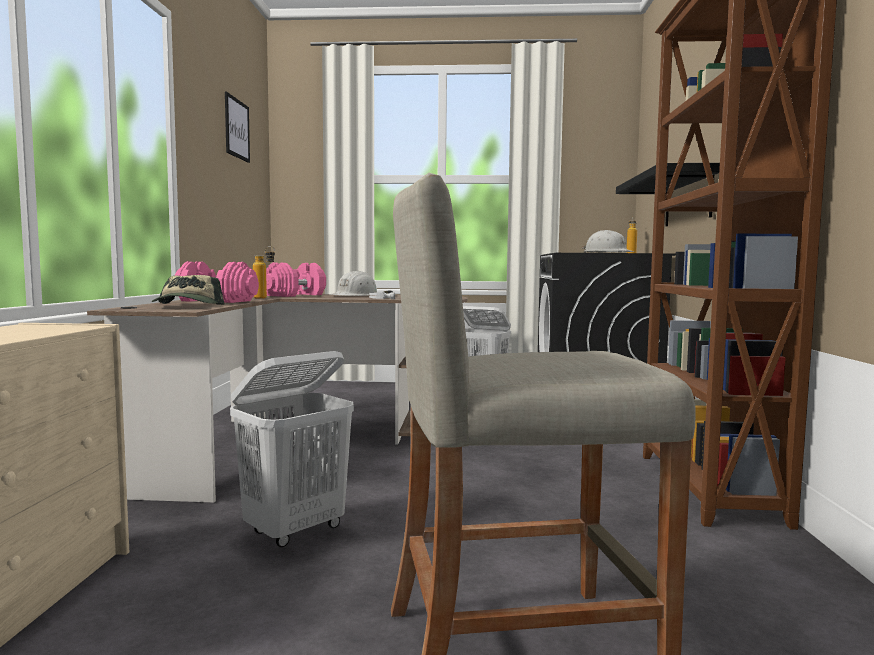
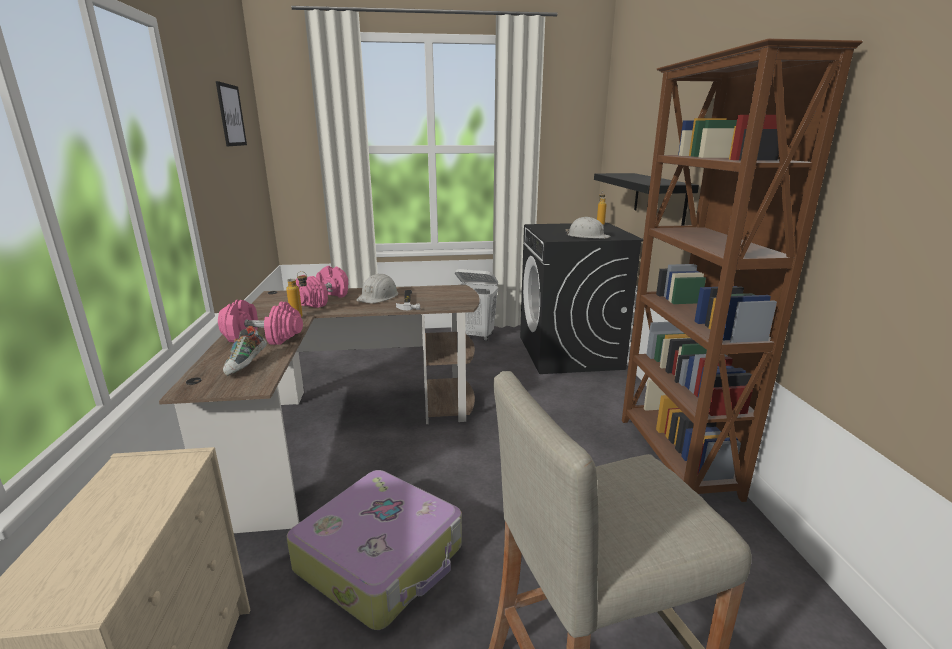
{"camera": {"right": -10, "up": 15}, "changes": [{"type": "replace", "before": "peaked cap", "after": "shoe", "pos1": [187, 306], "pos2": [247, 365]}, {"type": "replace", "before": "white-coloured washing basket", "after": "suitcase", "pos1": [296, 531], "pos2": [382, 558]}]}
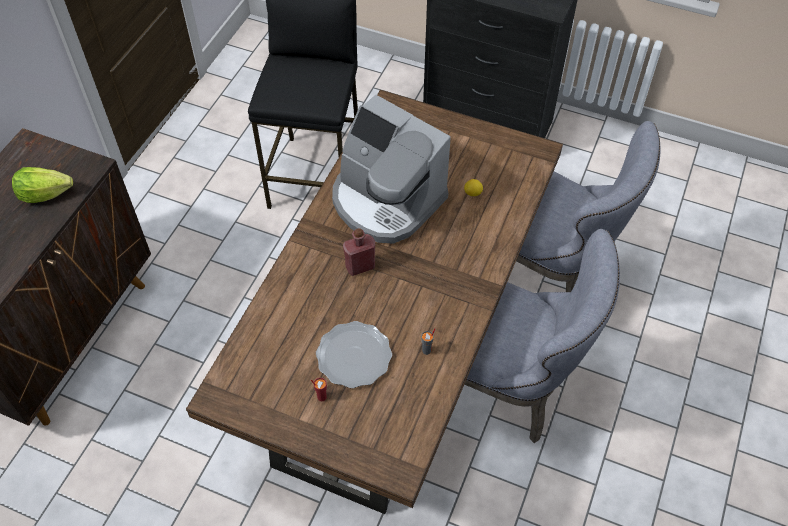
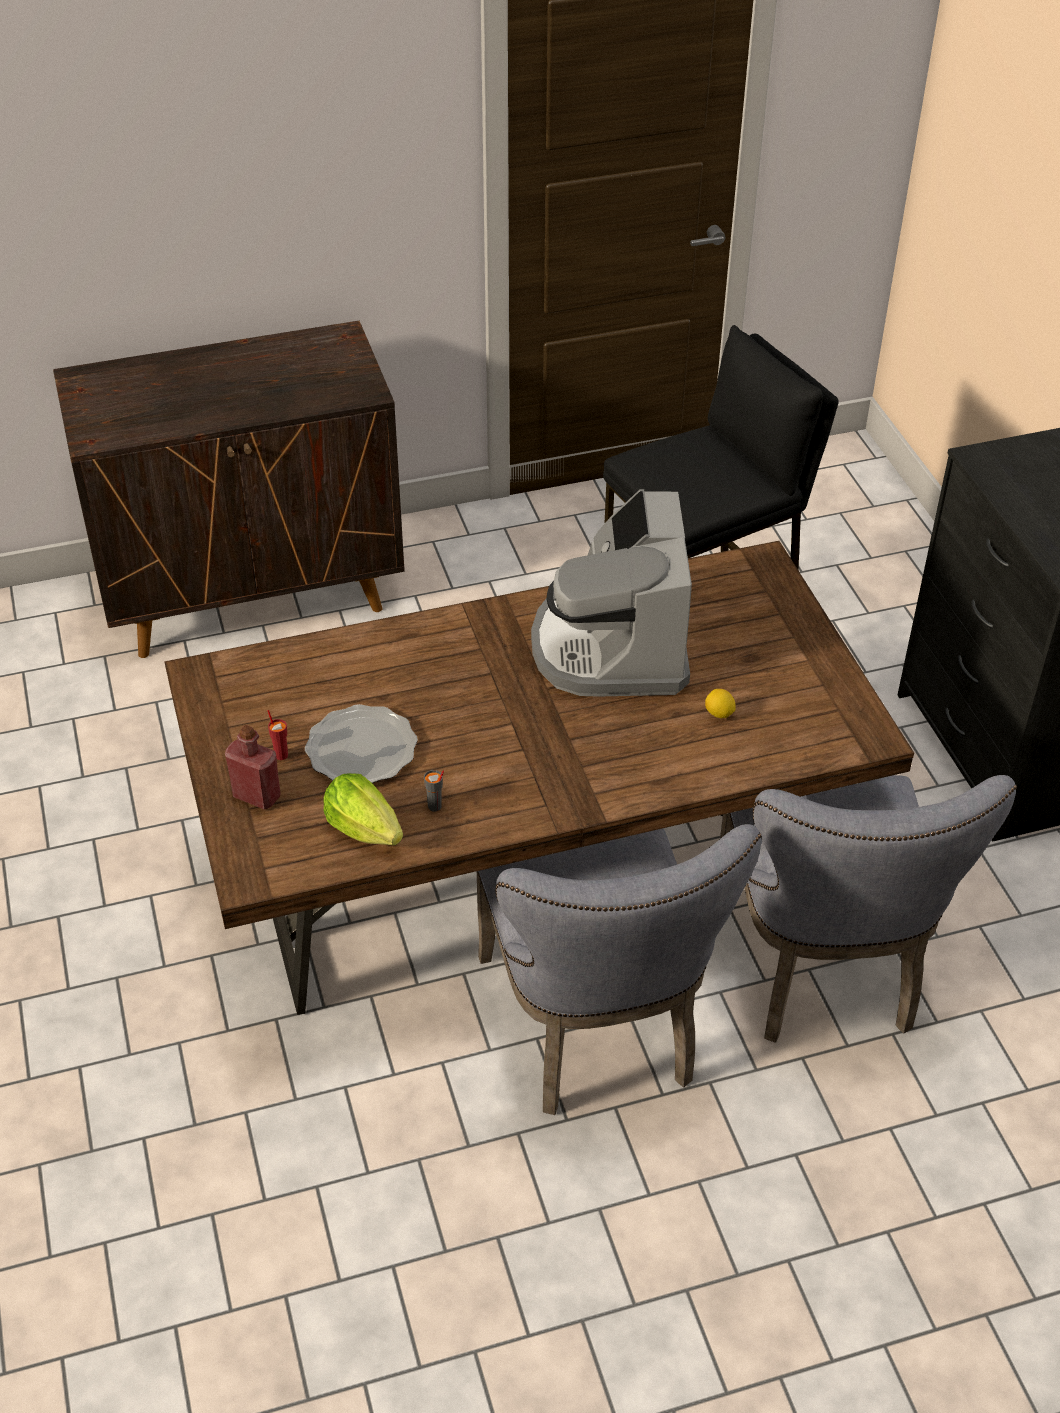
{"camera": {"right": 50, "up": -10}, "changes": [{"type": "move", "before": "lettuce", "pos1": [44, 194], "pos2": [363, 828]}, {"type": "move", "before": "red-coloured drink bottle", "pos1": [360, 266], "pos2": [257, 796]}]}
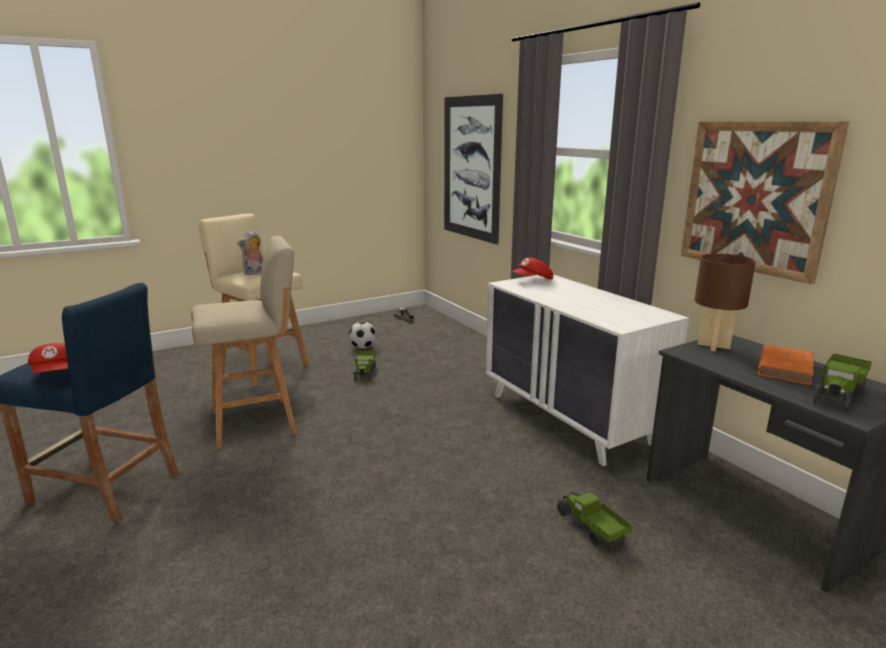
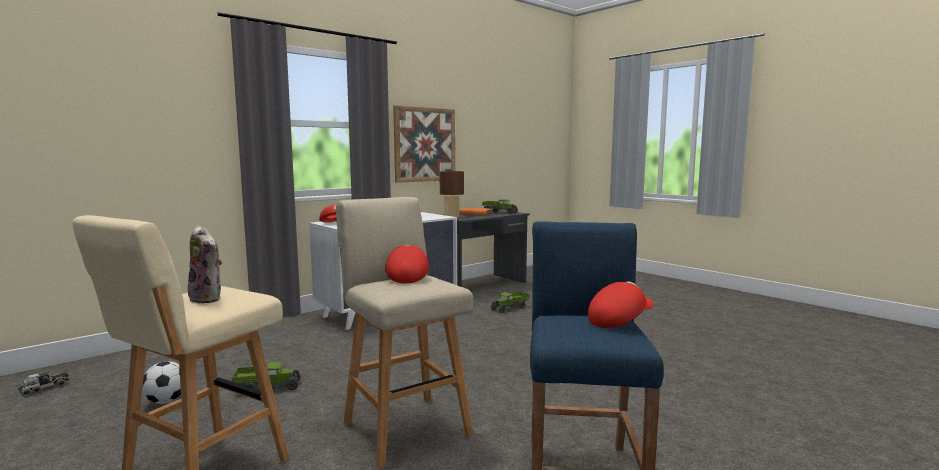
{"camera": {"right": -100, "up": -10}, "changes": [{"type": "delete", "before": "picture", "pos1": [471, 168]}, {"type": "insert", "after": "red-coloured peaked cap", "pos2": [406, 277]}]}
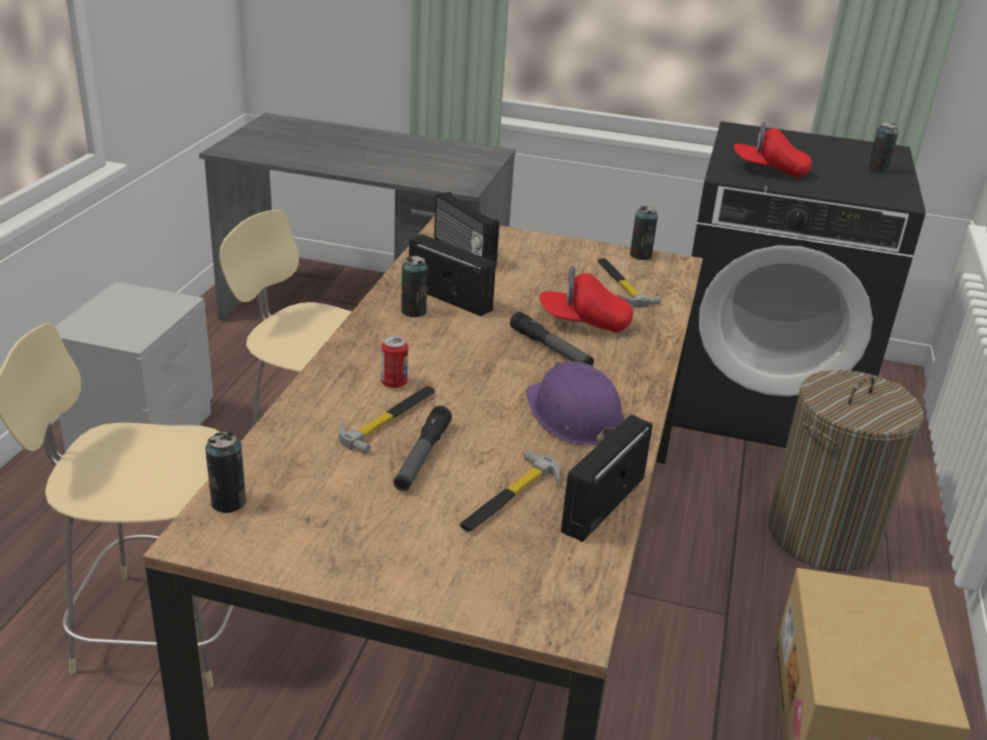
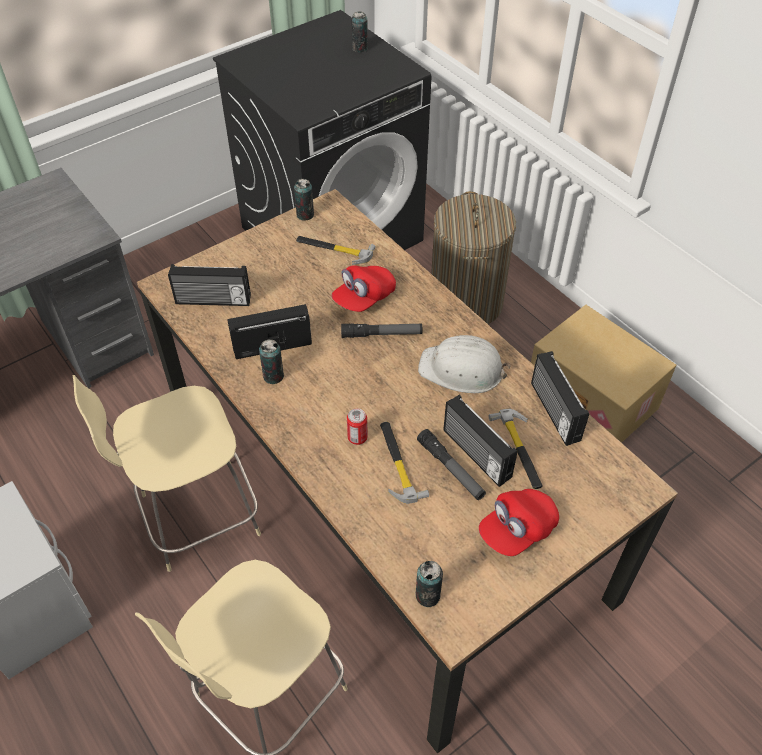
{"camera": {"right": -50, "up": 20}, "changes": [{"type": "move", "before": "red-coloured peaked cap", "pos1": [769, 170], "pos2": [517, 530]}, {"type": "recolor", "before": "purplish hard hat", "after": "white-coloured hard hat", "pos1": [574, 415], "pos2": [462, 370]}, {"type": "insert", "after": "radio receiver", "pos2": [475, 454]}]}
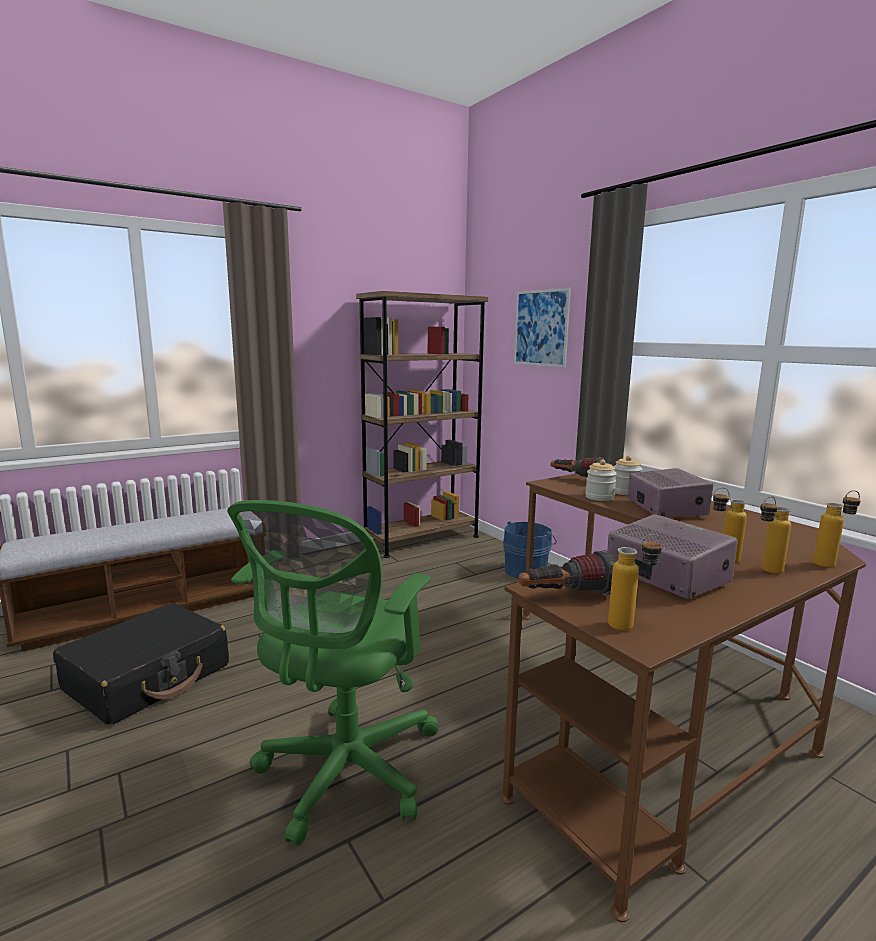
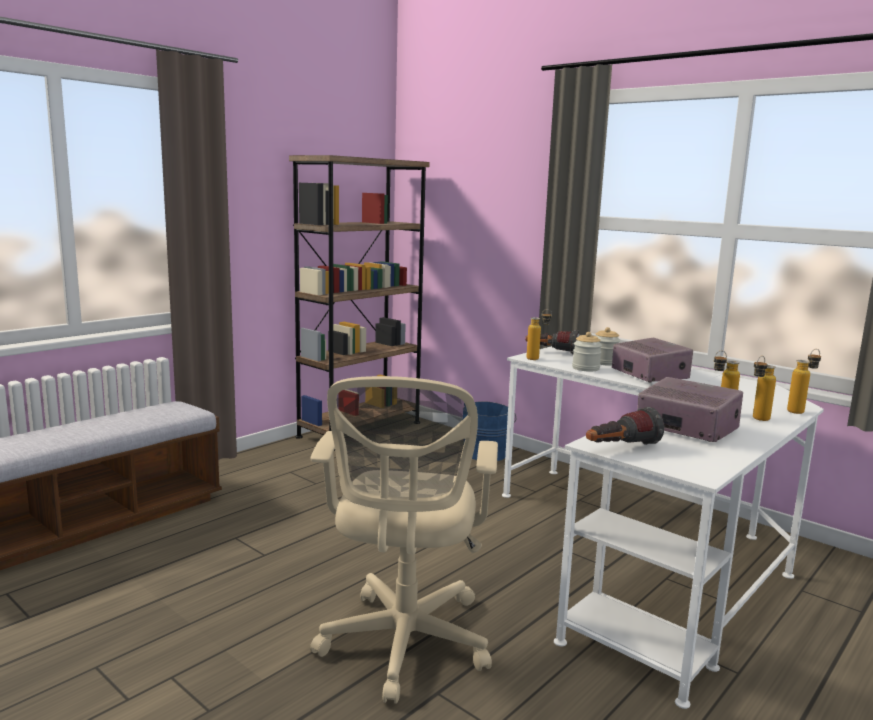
{"camera": {"right": -15, "up": 0}, "changes": [{"type": "delete", "before": "picture", "pos1": [541, 328]}, {"type": "recolor", "before": "brown desk", "after": "white-coloured desk", "pos1": [651, 703], "pos2": [648, 555]}, {"type": "recolor", "before": "green office chair", "after": "beige office chair", "pos1": [343, 774], "pos2": [404, 646]}, {"type": "move", "before": "drink bottle", "pos1": [630, 626], "pos2": [537, 359]}, {"type": "delete", "before": "black-coloured suitcase", "pos1": [148, 677]}]}
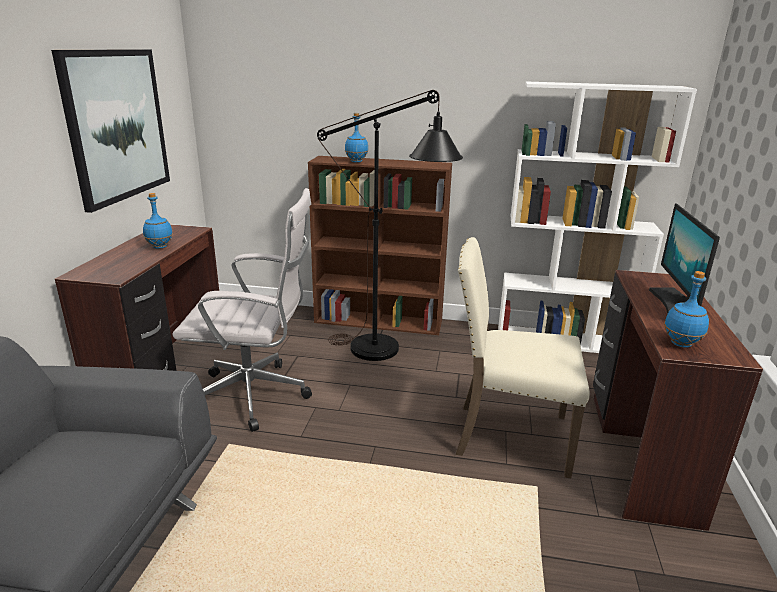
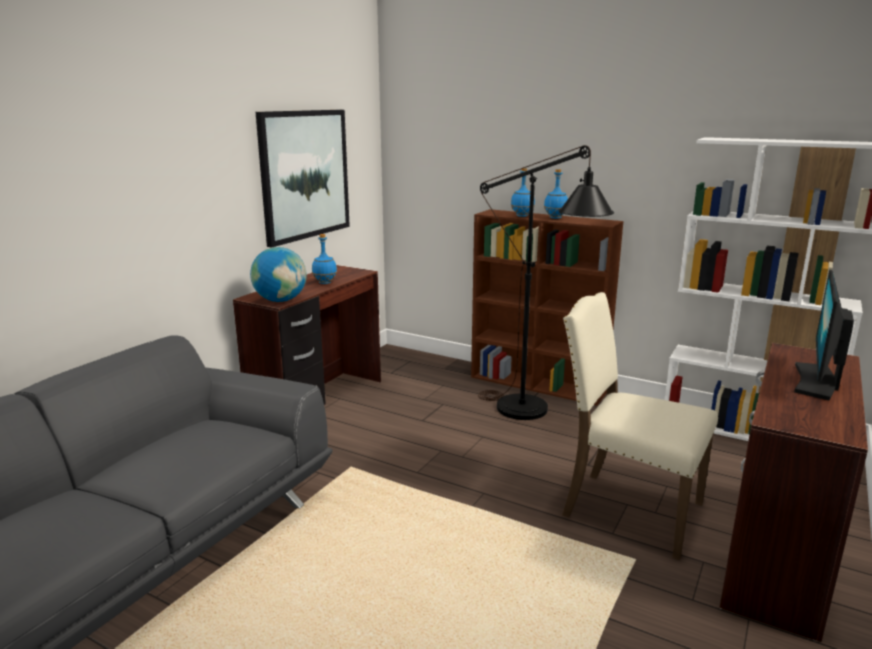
{"camera": {"right": 20, "up": -5}, "changes": [{"type": "delete", "before": "white-coloured office chair", "pos1": [256, 395]}, {"type": "move", "before": "blue-coloured drink bottle", "pos1": [681, 344], "pos2": [555, 218]}, {"type": "insert", "after": "globe", "pos2": [280, 300]}]}
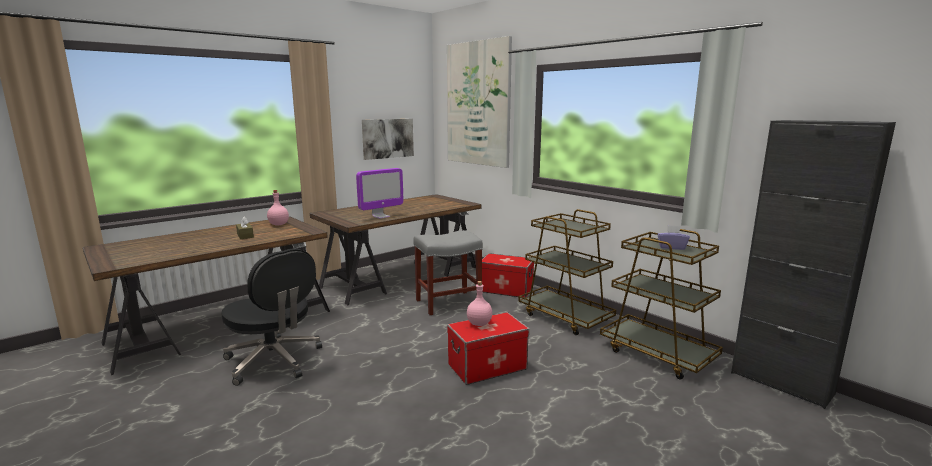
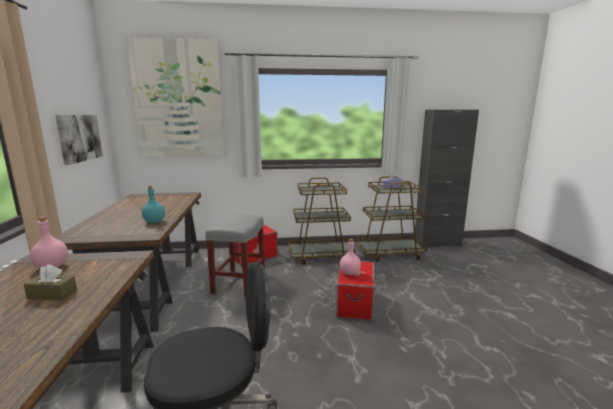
{"camera": {"right": -55, "up": 0}, "changes": [{"type": "replace", "before": "computer screen", "after": "blue-green drink bottle", "pos1": [381, 216], "pos2": [154, 222]}]}
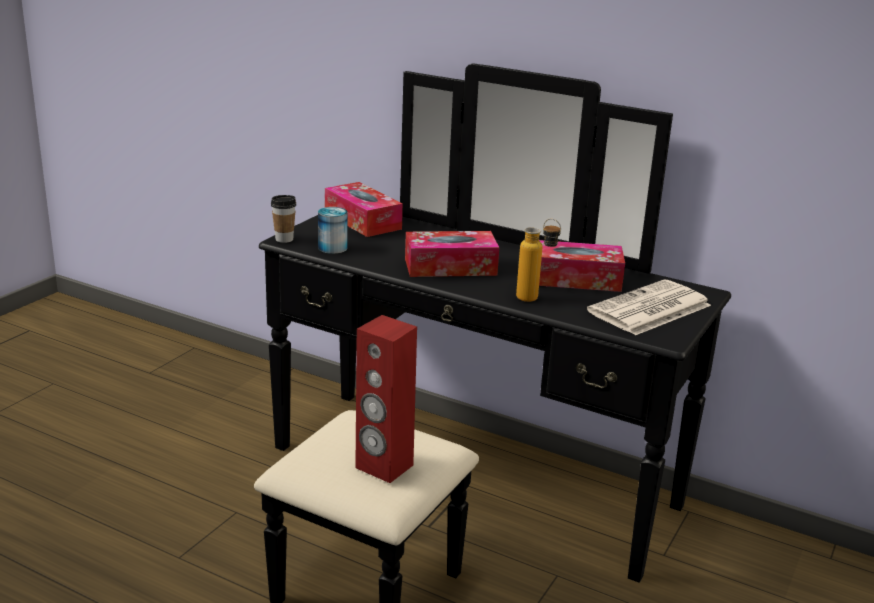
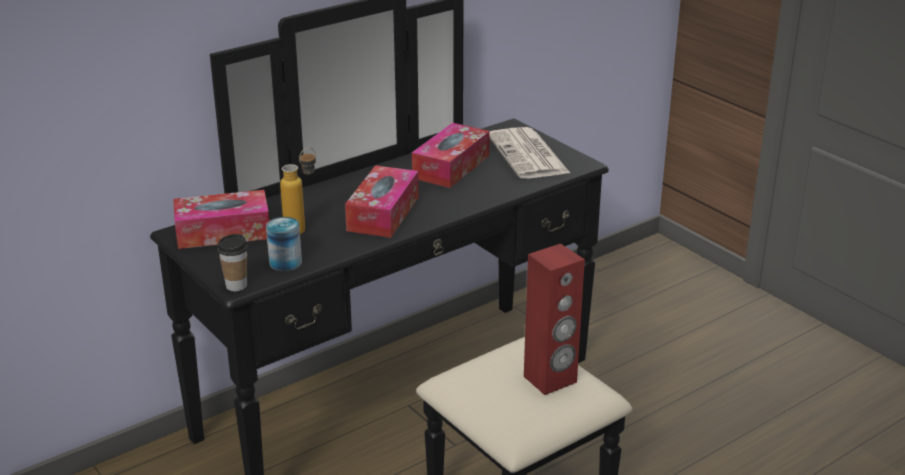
{"camera": {"right": -65, "up": 5}, "changes": [{"type": "move", "before": "drink bottle", "pos1": [535, 300], "pos2": [302, 228]}]}
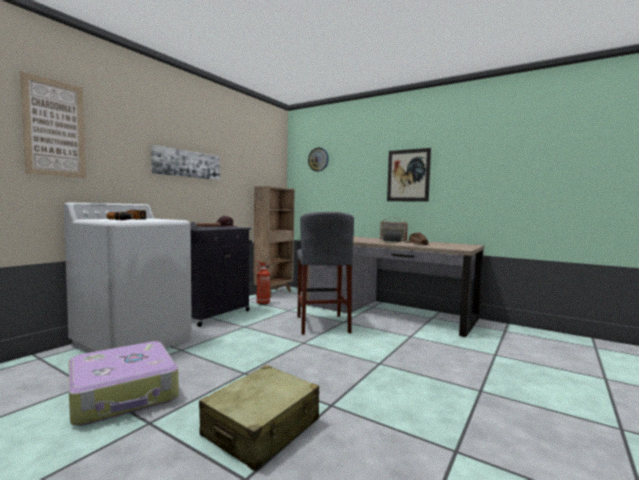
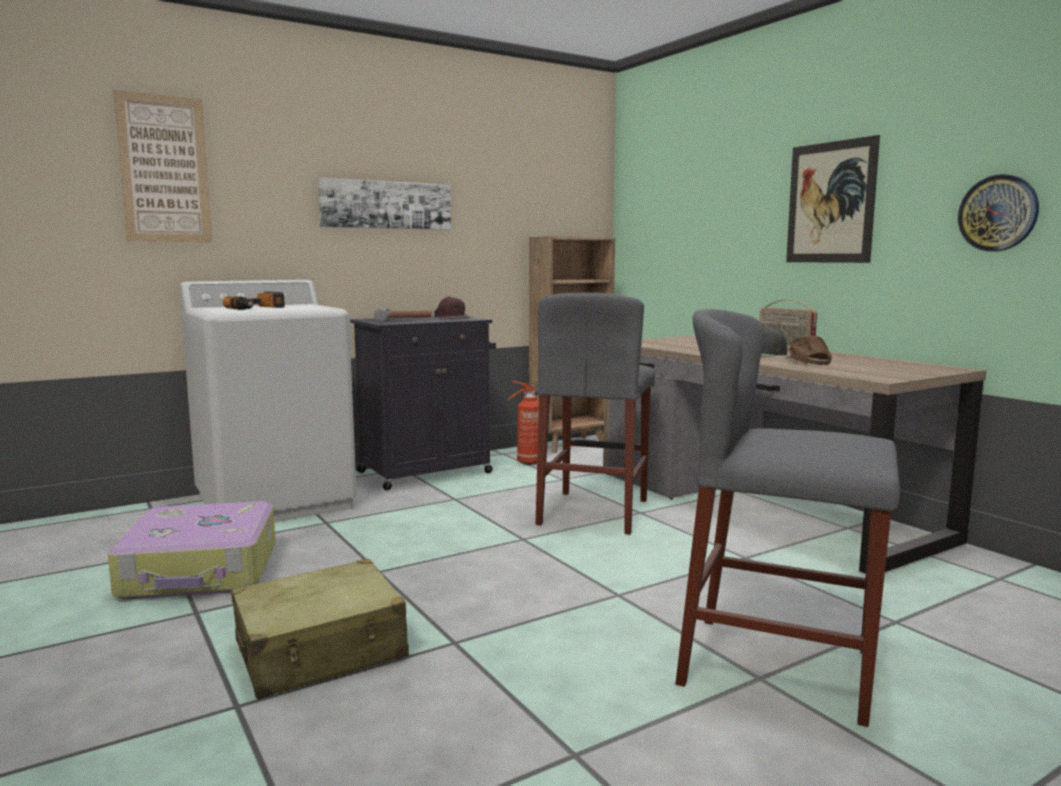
{"camera": {"right": 25, "up": 5}, "changes": [{"type": "move", "before": "hanging clock", "pos1": [318, 159], "pos2": [998, 213]}, {"type": "insert", "after": "gray sitting stool", "pos2": [777, 667]}]}
